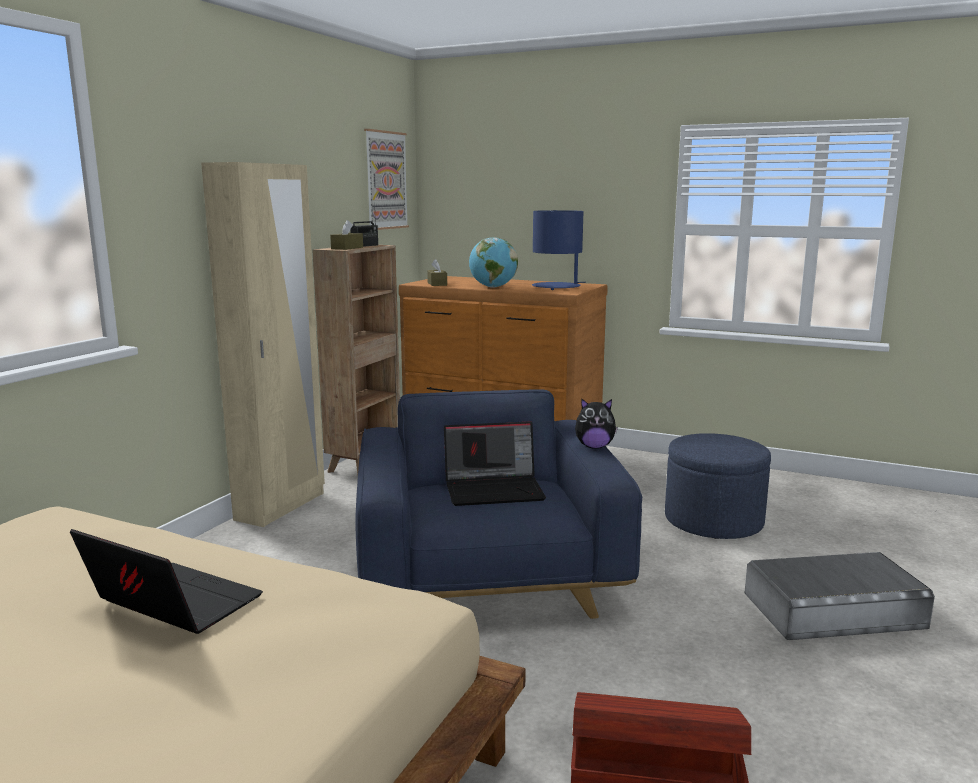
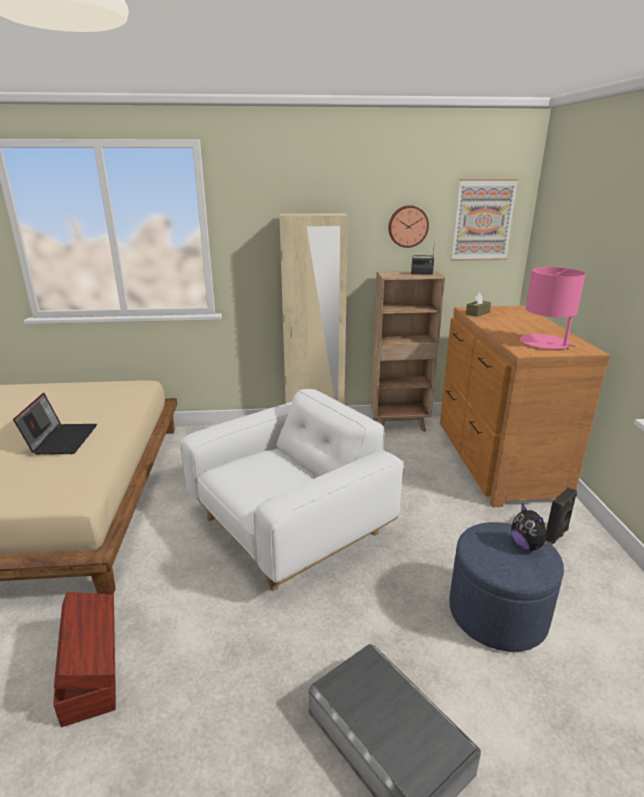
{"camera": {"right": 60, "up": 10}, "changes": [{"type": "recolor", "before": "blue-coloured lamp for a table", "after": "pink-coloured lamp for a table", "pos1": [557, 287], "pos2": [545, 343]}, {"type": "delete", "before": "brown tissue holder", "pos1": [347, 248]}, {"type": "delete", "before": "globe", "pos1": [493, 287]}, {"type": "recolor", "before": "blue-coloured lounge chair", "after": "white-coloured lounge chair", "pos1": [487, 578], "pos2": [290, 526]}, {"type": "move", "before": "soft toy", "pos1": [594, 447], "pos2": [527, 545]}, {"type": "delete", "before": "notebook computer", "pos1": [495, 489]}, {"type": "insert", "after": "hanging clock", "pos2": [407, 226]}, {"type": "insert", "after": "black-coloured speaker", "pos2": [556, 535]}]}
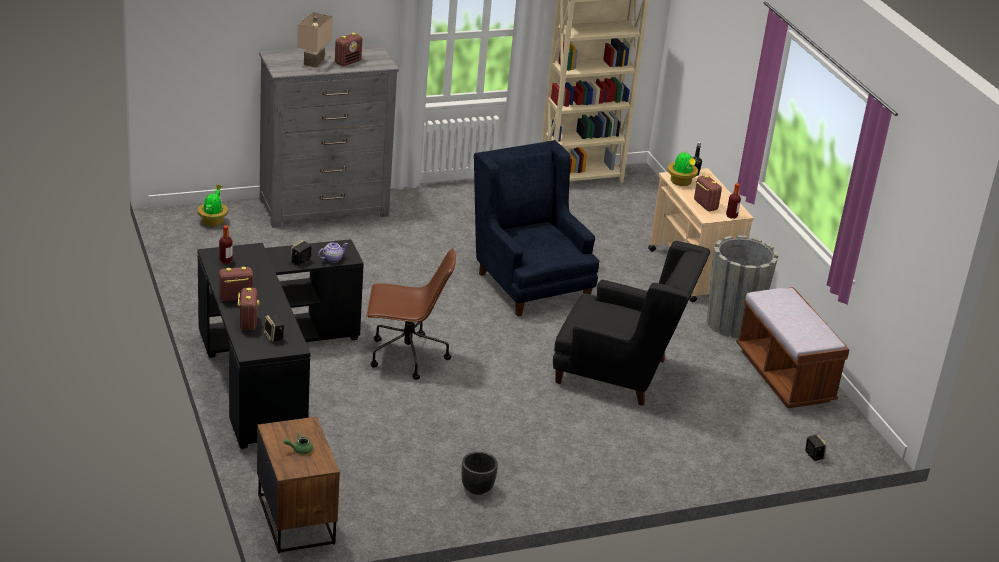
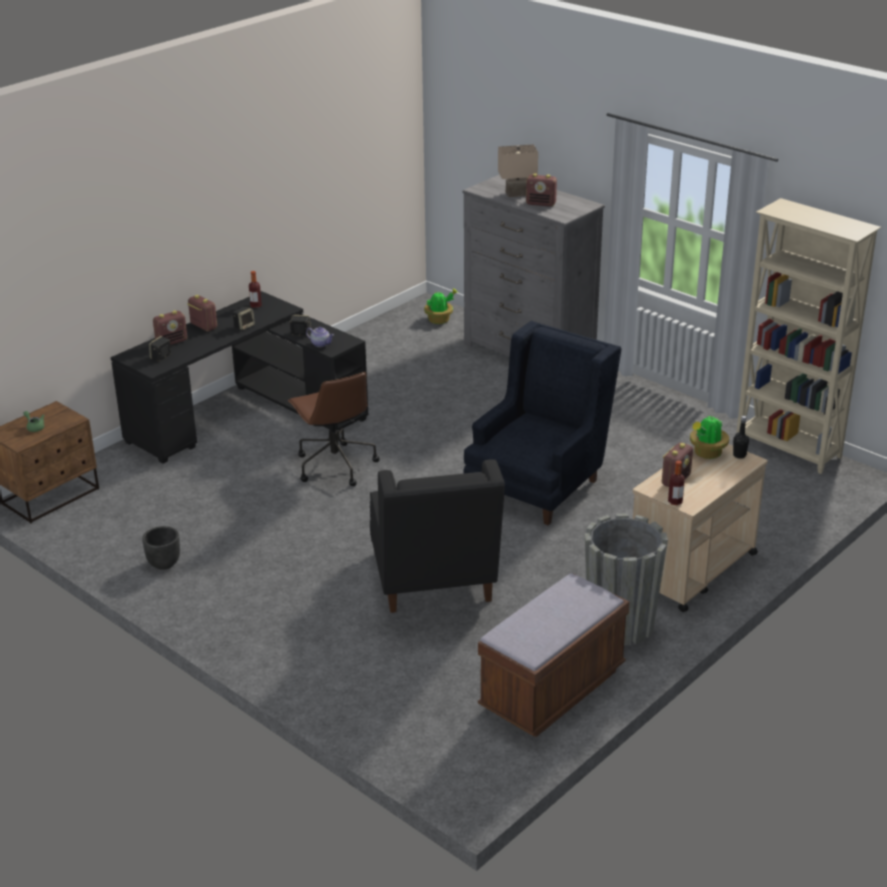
{"camera": {"right": 65, "up": 0}, "changes": [{"type": "move", "before": "speaker", "pos1": [813, 455], "pos2": [244, 326]}]}
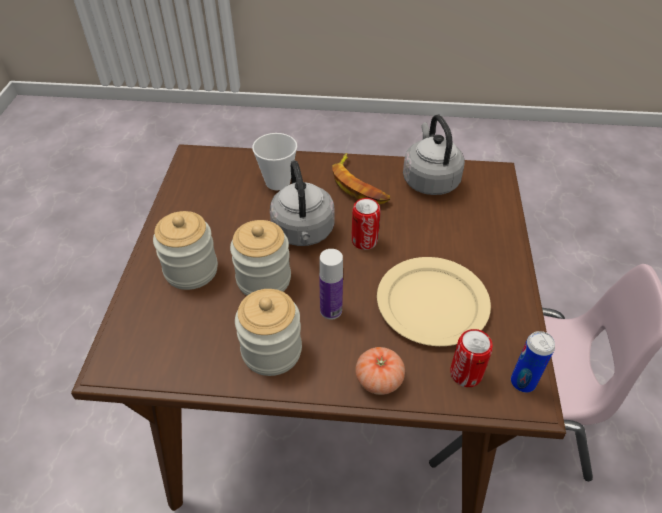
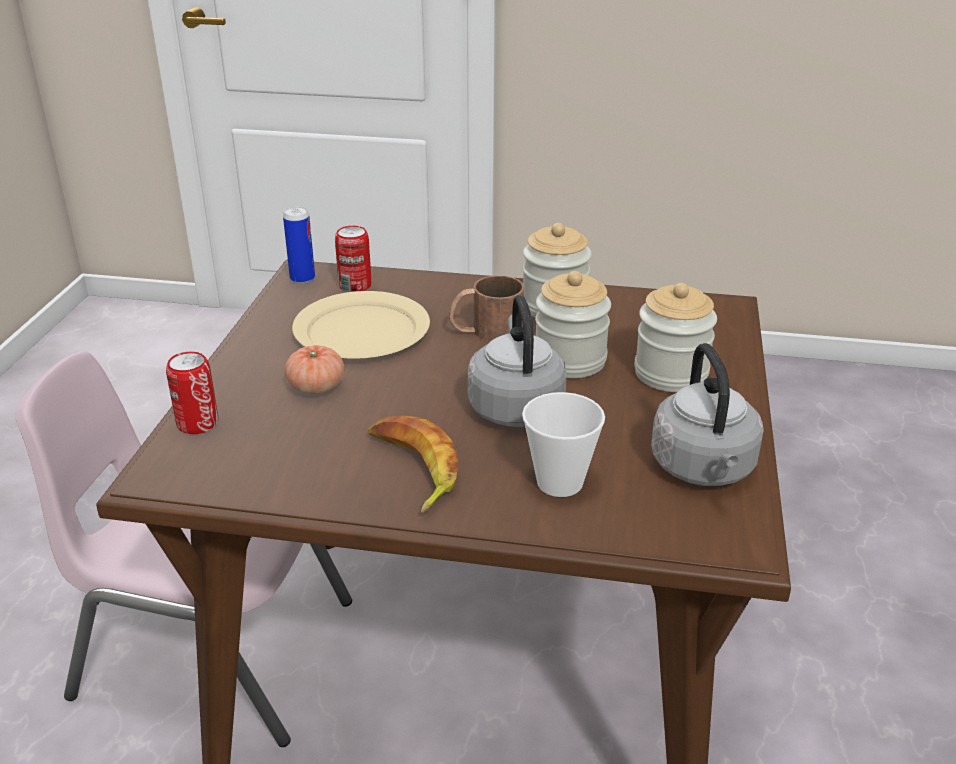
{"camera": {"right": -175, "up": -15}, "changes": [{"type": "move", "before": "gray tea kettle", "pos1": [429, 180], "pos2": [704, 469]}, {"type": "move", "before": "metal can", "pos1": [364, 241], "pos2": [197, 424]}, {"type": "replace", "before": "drink bottle", "after": "brown mug", "pos1": [331, 310], "pos2": [485, 331]}, {"type": "move", "before": "tomato", "pos1": [379, 379], "pos2": [316, 387]}]}
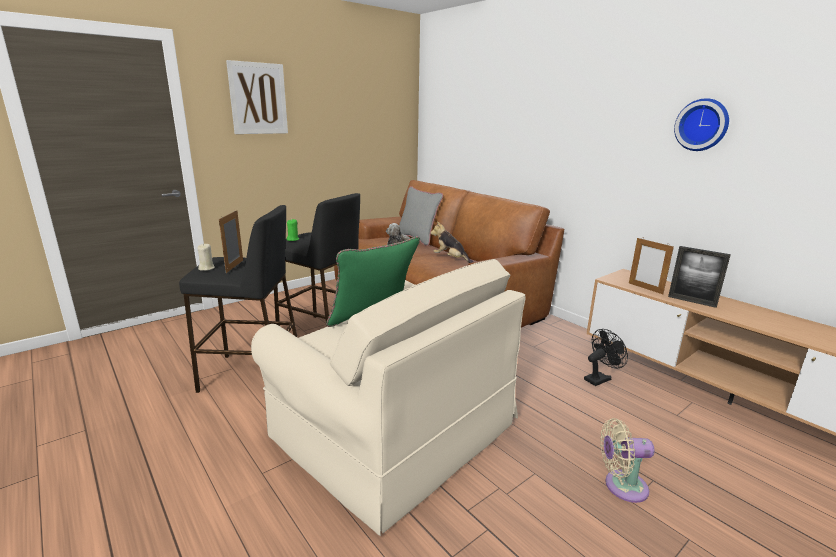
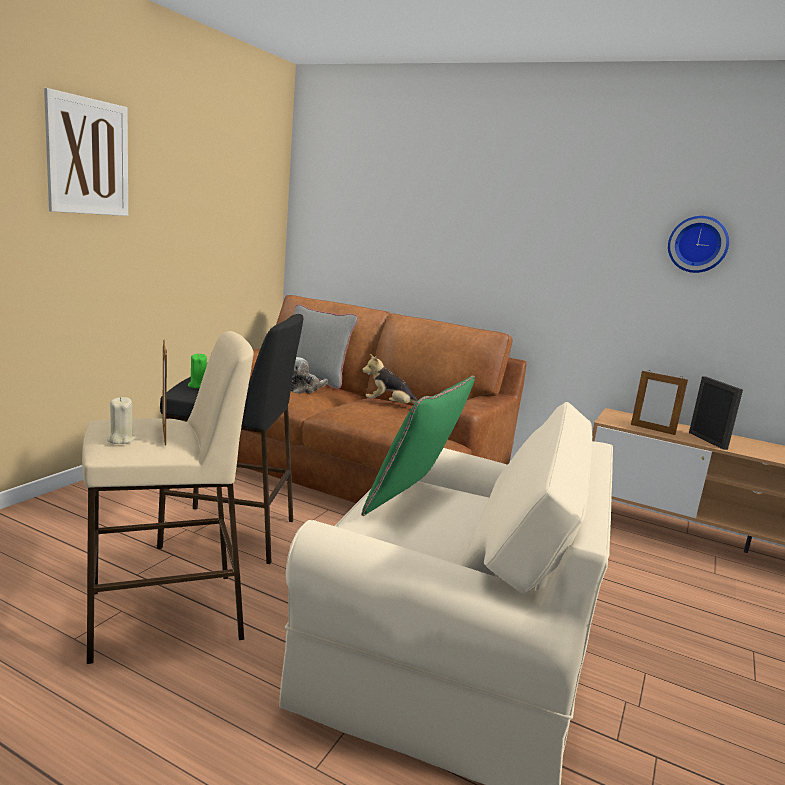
{"camera": {"right": -25, "up": -5}, "changes": [{"type": "recolor", "before": "black-coloured sitting stool", "after": "beige sitting stool", "pos1": [253, 374], "pos2": [167, 614]}, {"type": "rotate", "before": "photo frame", "pos1": [691, 301], "pos2": [707, 441], "turn": -120}, {"type": "delete", "before": "black-coloured electric fan", "pos1": [600, 378]}, {"type": "delete", "before": "beige electric fan", "pos1": [621, 486]}]}
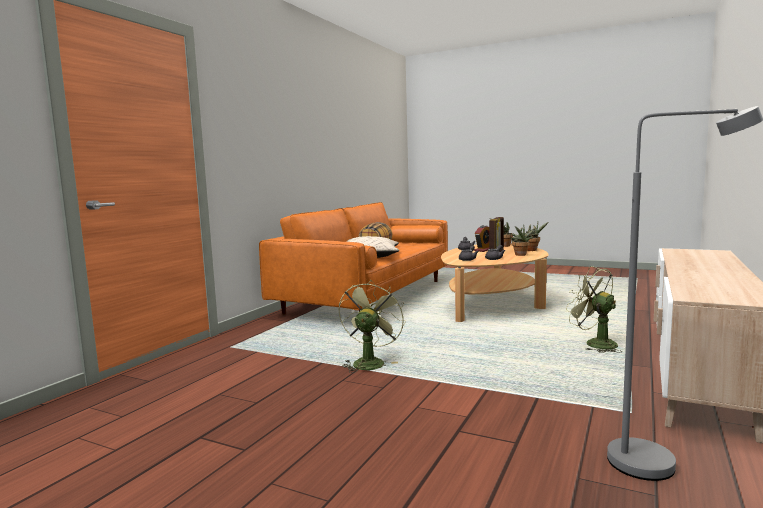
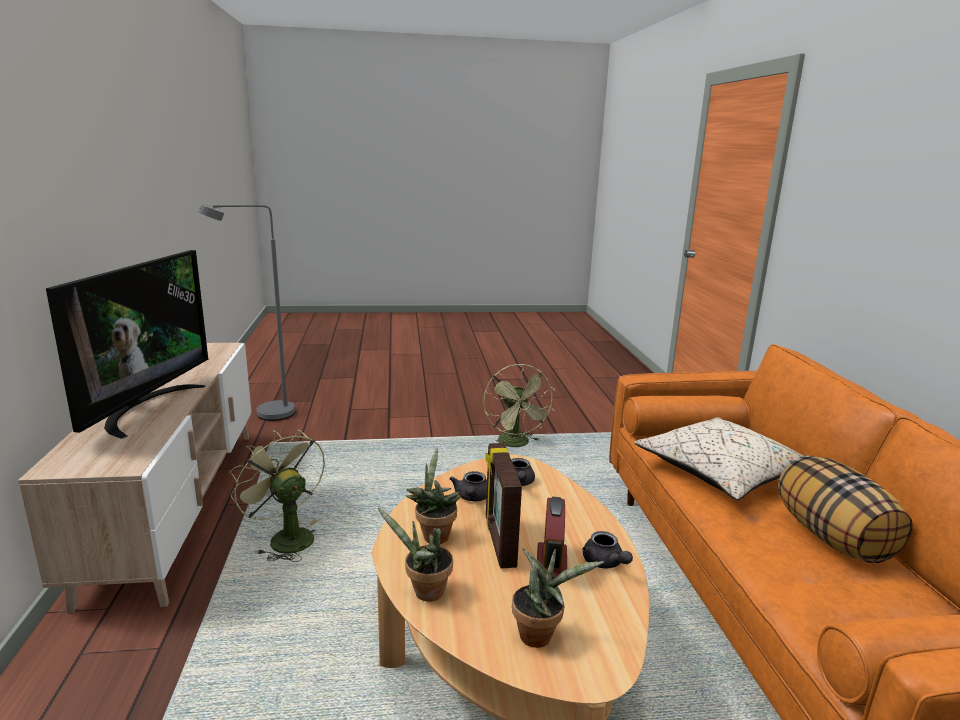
{"camera": {"right": 145, "up": 10}, "changes": [{"type": "rotate", "before": "green electric fan", "pos1": [594, 343], "pos2": [285, 537], "turn": -150}, {"type": "insert", "after": "TV", "pos2": [145, 408]}]}
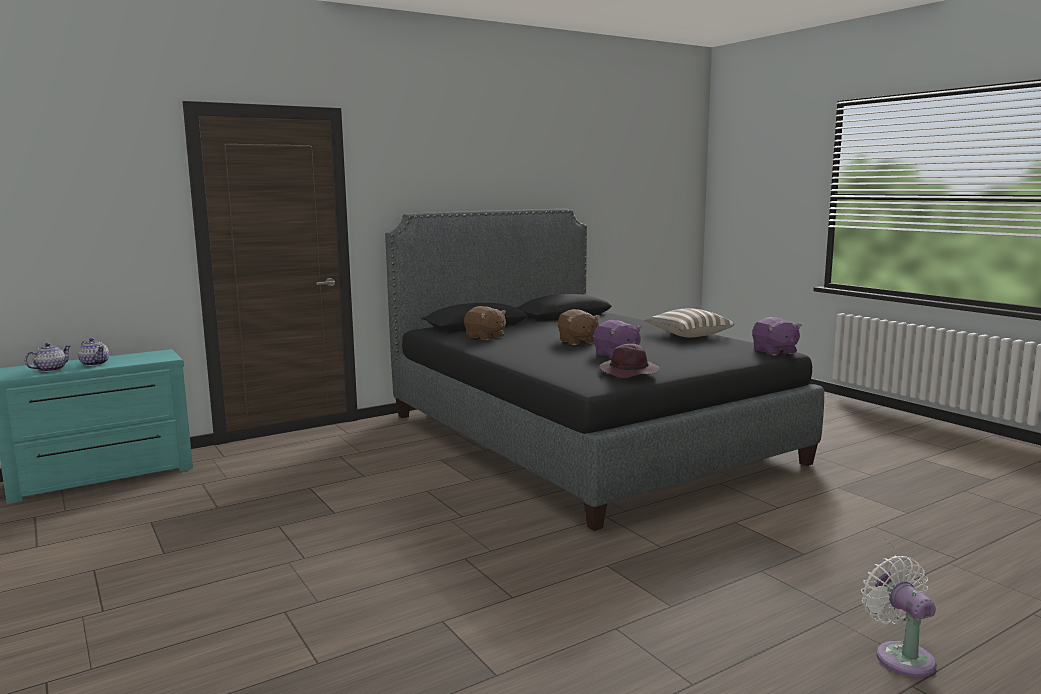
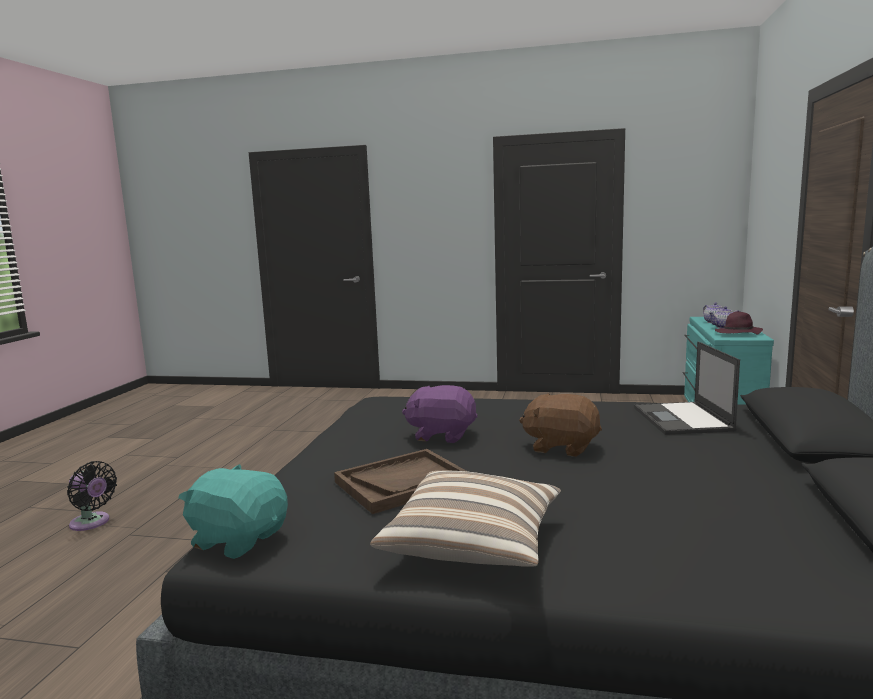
{"camera": {"right": 135, "up": 0}, "changes": [{"type": "replace", "before": "brown soft toy", "after": "notebook computer", "pos1": [485, 337], "pos2": [683, 419]}, {"type": "recolor", "before": "purplish soft toy", "after": "blue-green soft toy", "pos1": [774, 352], "pos2": [238, 539]}, {"type": "move", "before": "purplish hat", "pos1": [630, 372], "pos2": [738, 333]}, {"type": "recolor", "before": "white-coloured electric fan", "after": "black-coloured electric fan", "pos1": [901, 656], "pos2": [92, 523]}, {"type": "insert", "after": "brown carrying tray", "pos2": [402, 483]}]}
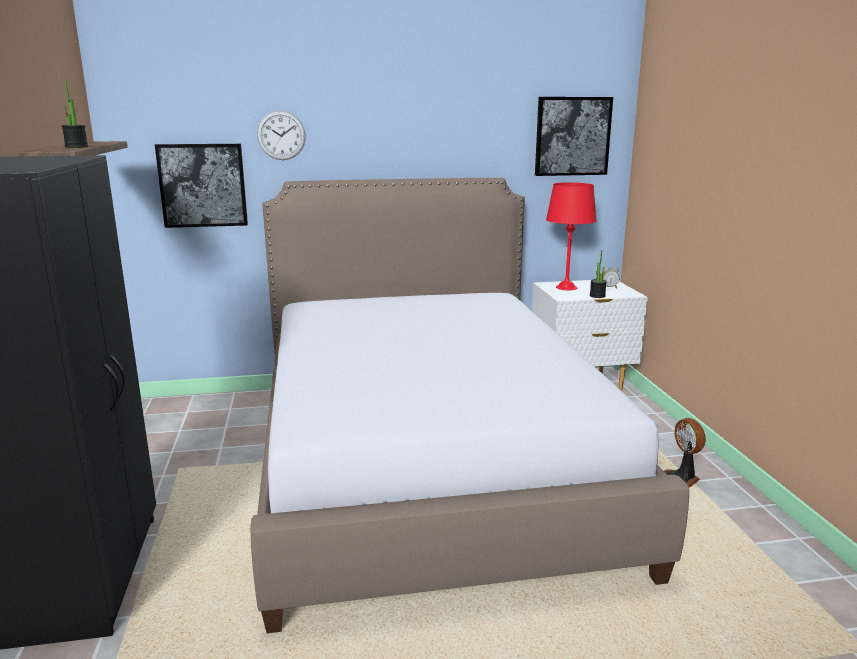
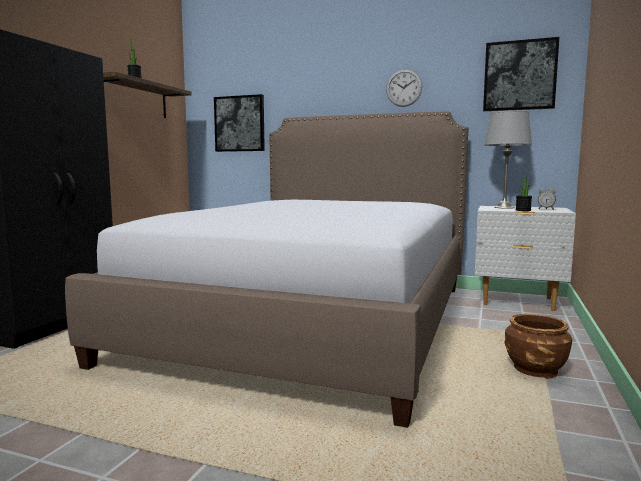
{"camera": {"right": 30, "up": -10}, "changes": [{"type": "move", "before": "hanging clock", "pos1": [281, 135], "pos2": [404, 88]}, {"type": "recolor", "before": "red-coloured lamp for a table", "after": "gray lamp for a table", "pos1": [566, 287], "pos2": [503, 207]}, {"type": "replace", "before": "electric fan", "after": "brown flower pot", "pos1": [682, 479], "pos2": [535, 370]}]}
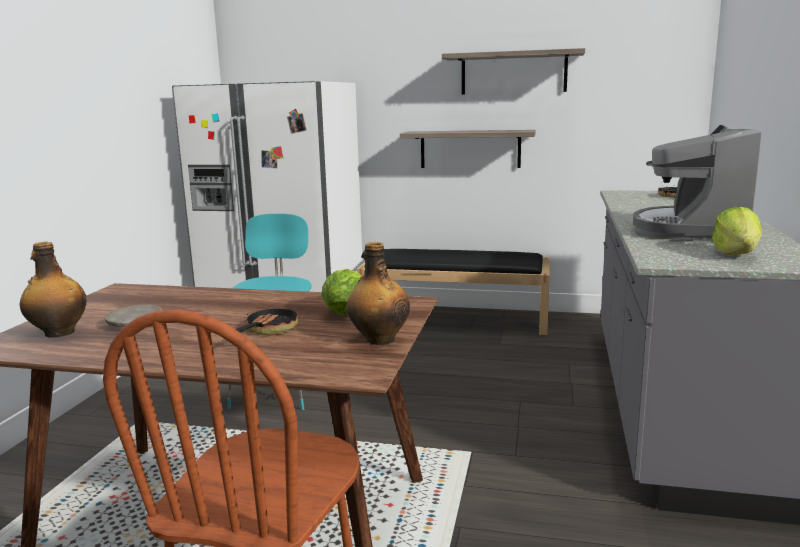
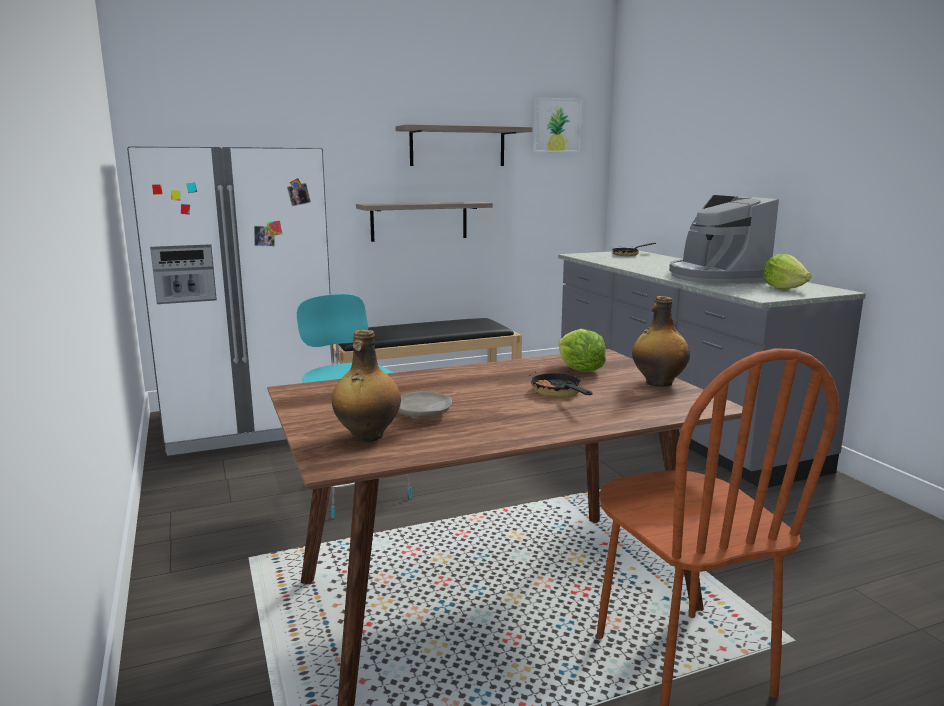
{"camera": {"right": -35, "up": 0}, "changes": [{"type": "insert", "after": "picture", "pos2": [556, 125]}]}
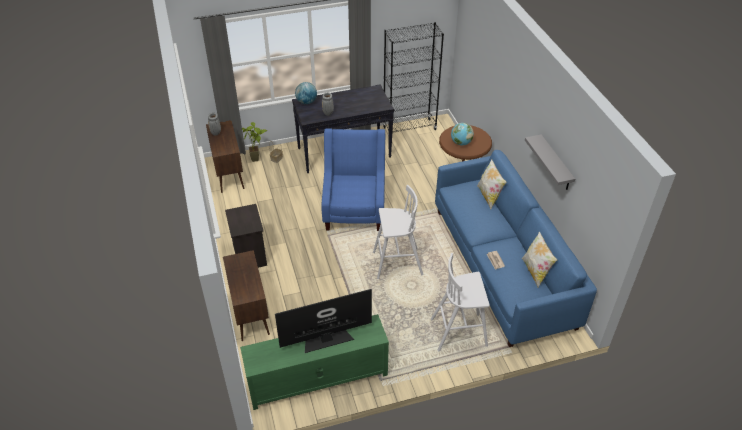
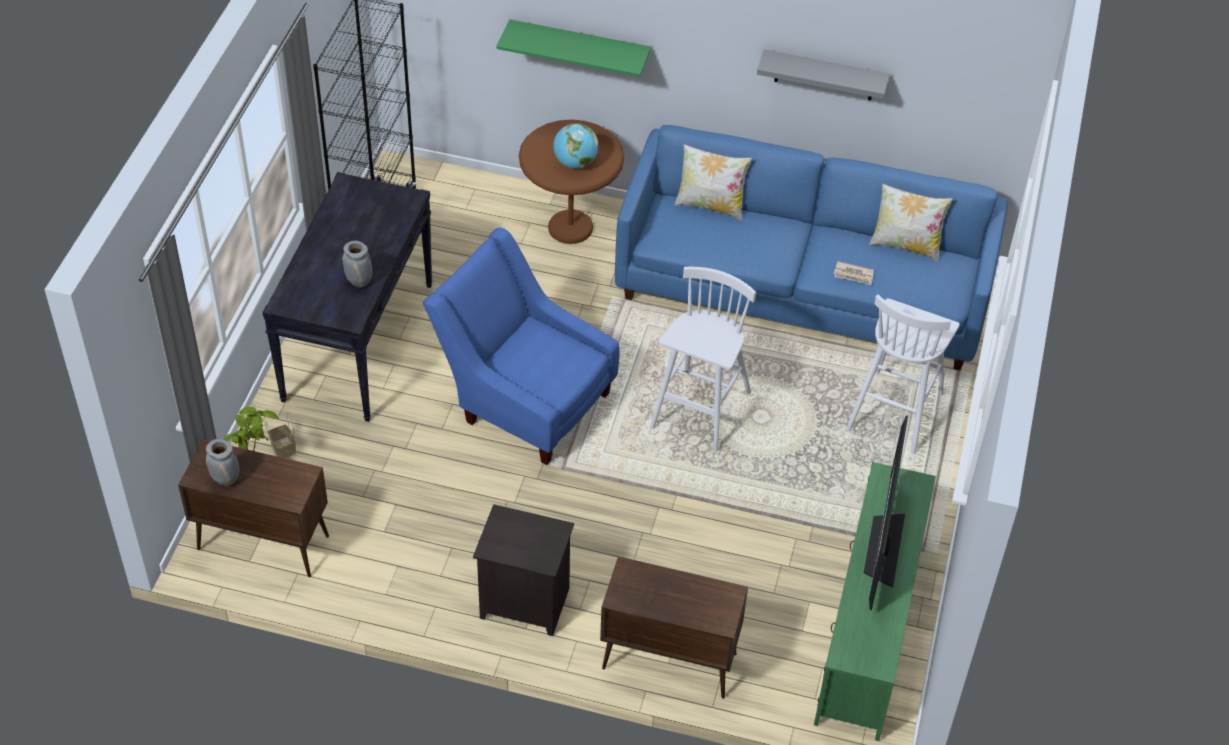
{"camera": {"right": -60, "up": 5}, "changes": [{"type": "delete", "before": "globe", "pos1": [306, 102]}, {"type": "insert", "after": "green shelf", "pos2": [579, 47]}]}
